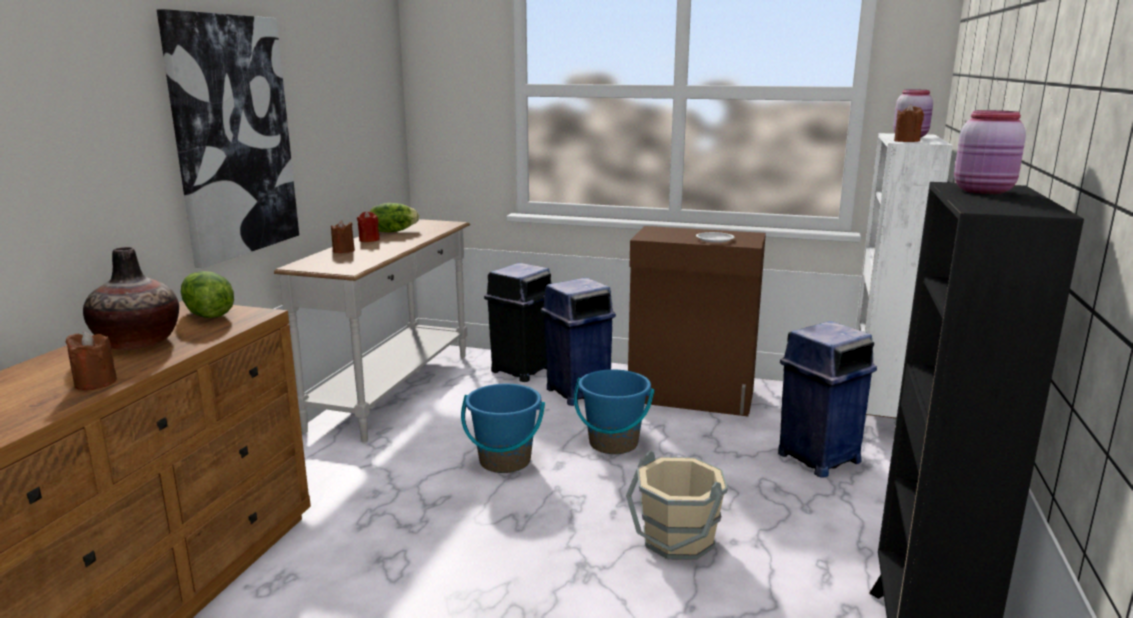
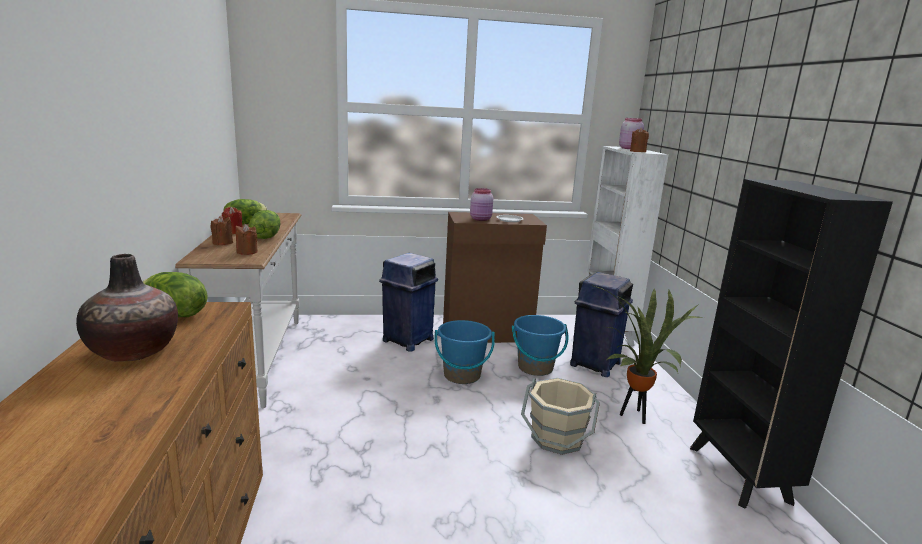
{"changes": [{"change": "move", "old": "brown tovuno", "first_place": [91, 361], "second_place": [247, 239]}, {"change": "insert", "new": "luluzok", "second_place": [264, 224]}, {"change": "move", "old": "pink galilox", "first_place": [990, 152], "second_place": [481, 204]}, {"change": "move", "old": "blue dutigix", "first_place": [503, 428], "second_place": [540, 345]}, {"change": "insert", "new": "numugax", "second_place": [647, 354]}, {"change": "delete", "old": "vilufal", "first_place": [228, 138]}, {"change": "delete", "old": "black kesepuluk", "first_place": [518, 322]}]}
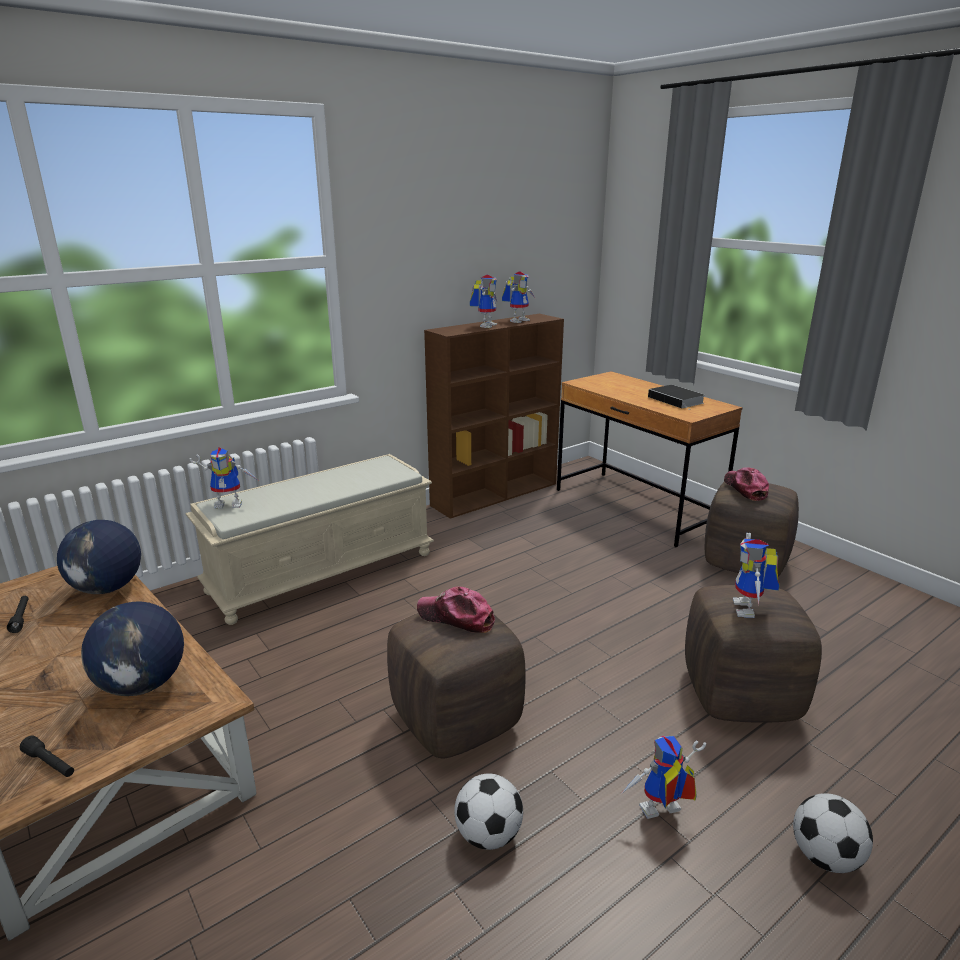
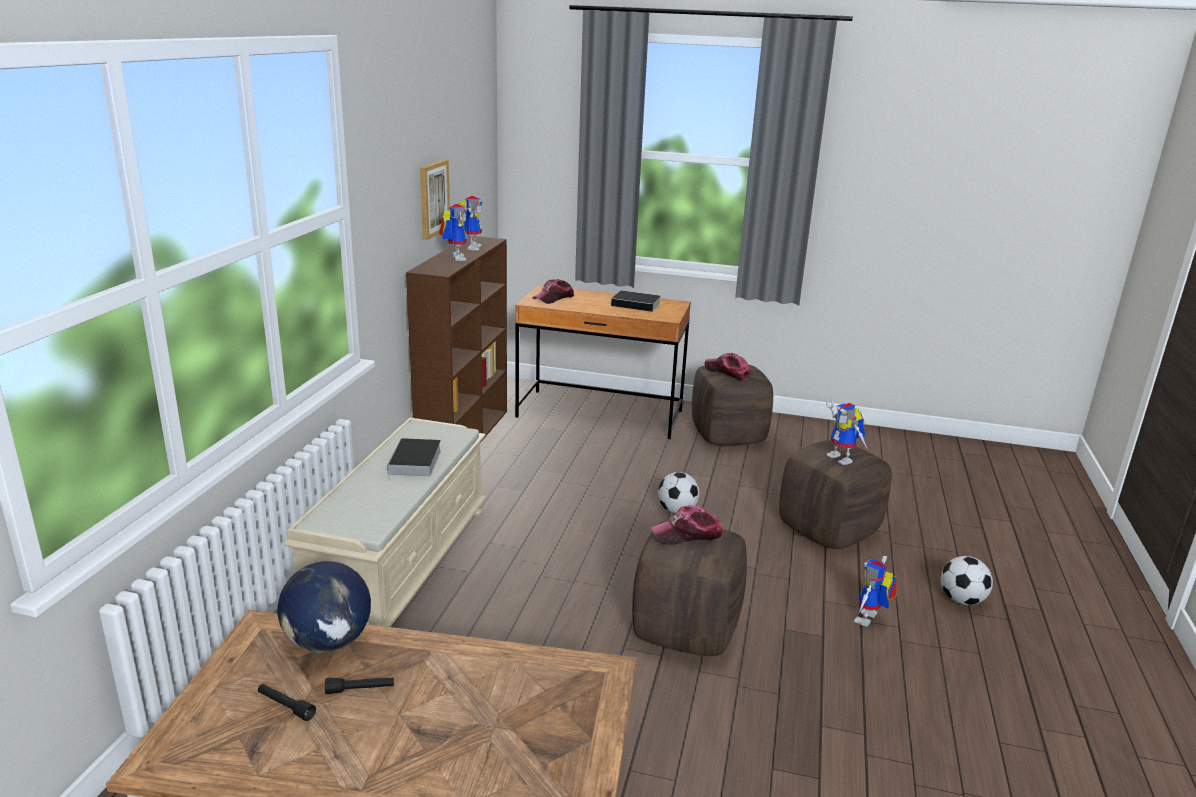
{"changes": [{"change": "move", "old": "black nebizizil", "first_place": [47, 756], "second_place": [359, 685]}, {"change": "insert", "new": "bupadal", "second_place": [414, 459]}, {"change": "insert", "new": "vilufal", "second_place": [435, 199]}, {"change": "insert", "new": "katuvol", "second_place": [553, 291]}, {"change": "move", "old": "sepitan", "first_place": [488, 812], "second_place": [678, 493]}, {"change": "delete", "old": "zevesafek", "first_place": [132, 648]}, {"change": "delete", "old": "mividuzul", "first_place": [223, 478]}]}
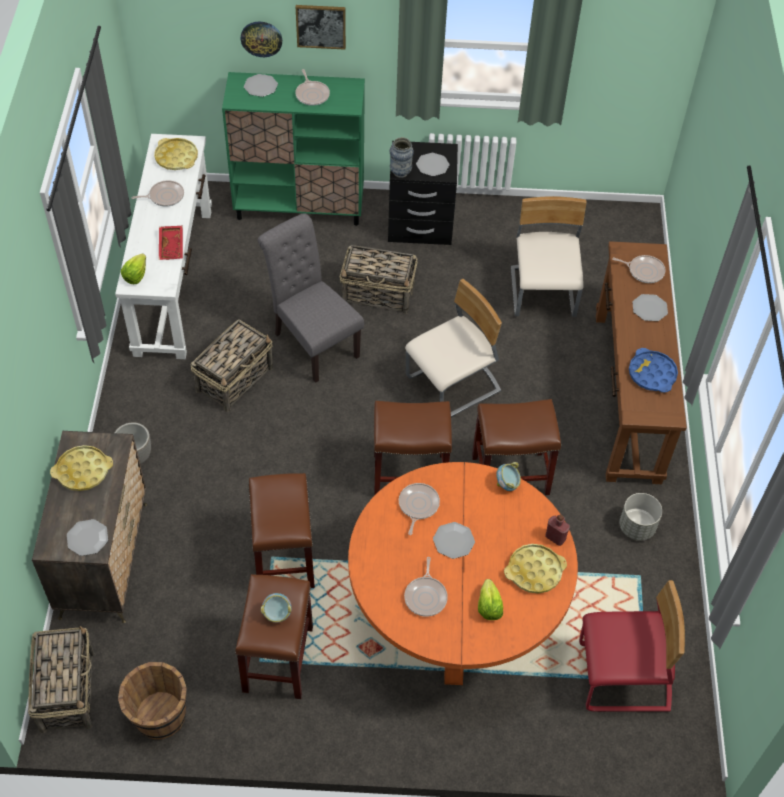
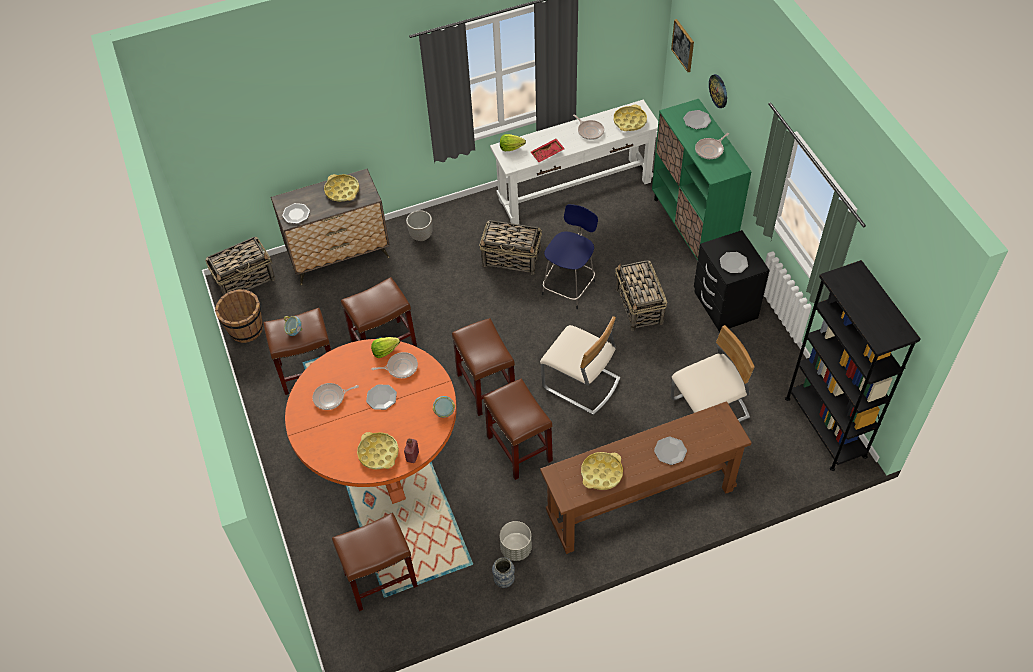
{"changes": [{"change": "replace", "old": "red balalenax", "new": "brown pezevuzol", "first_place": [632, 646], "second_place": [375, 562]}, {"change": "move", "old": "luluzok", "first_place": [490, 599], "second_place": [385, 347]}, {"change": "move", "old": "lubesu", "first_place": [402, 157], "second_place": [503, 572]}, {"change": "replace", "old": "grey balalenax", "new": "blue pezevuzol", "first_place": [311, 298], "second_place": [570, 256]}, {"change": "recolor", "old": "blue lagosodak", "new": "yellow lagosodak", "first_place": [653, 370], "second_place": [602, 471]}, {"change": "move", "old": "vilufal", "first_place": [321, 27], "second_place": [682, 45]}, {"change": "insert", "new": "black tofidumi", "second_place": [853, 365]}, {"change": "delete", "old": "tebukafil", "first_place": [639, 269]}]}
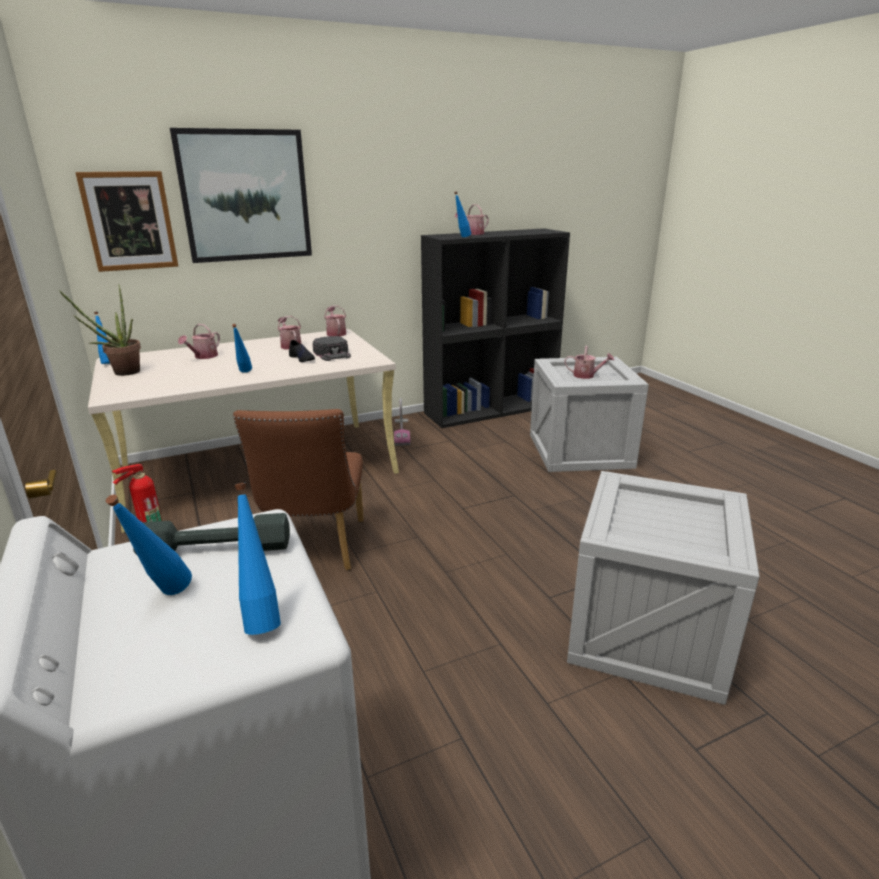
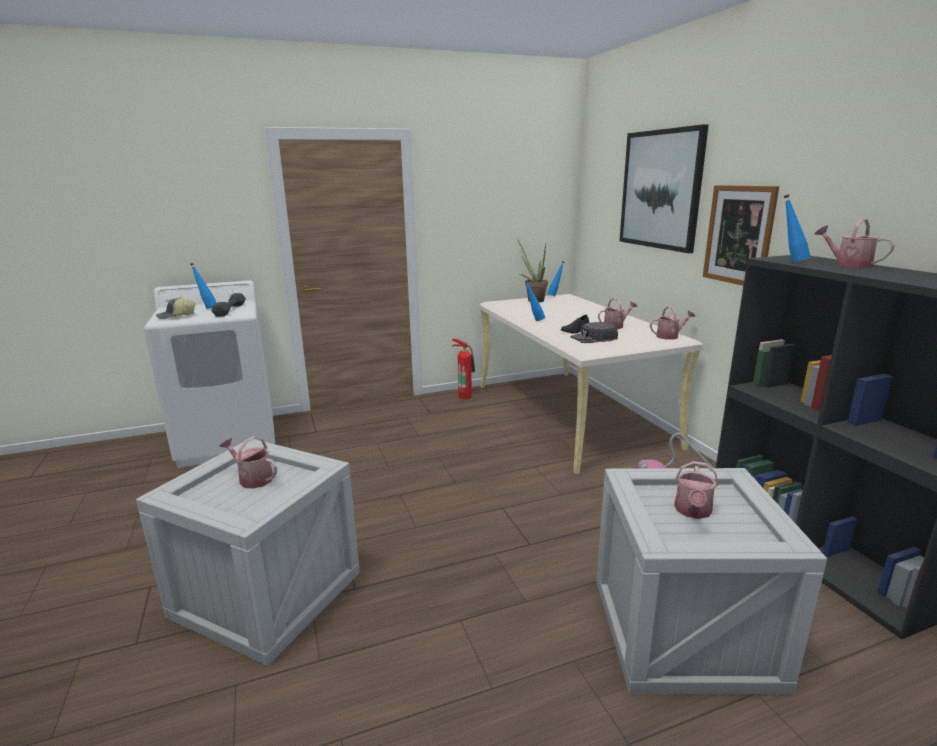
{"changes": [{"change": "replace", "old": "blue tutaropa", "new": "katuvol", "first_place": [258, 559], "second_place": [176, 308]}, {"change": "move", "old": "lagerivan", "first_place": [199, 341], "second_place": [248, 462]}, {"change": "move", "old": "vilufal", "first_place": [126, 221], "second_place": [741, 235]}, {"change": "delete", "old": "brown balalenax", "first_place": [298, 489]}]}
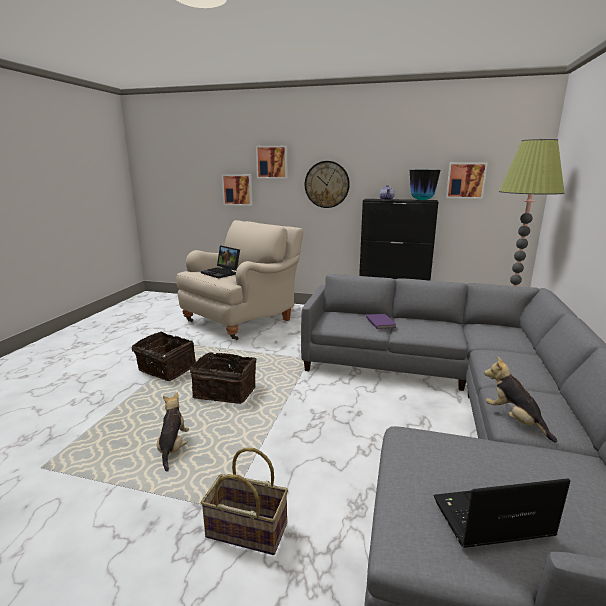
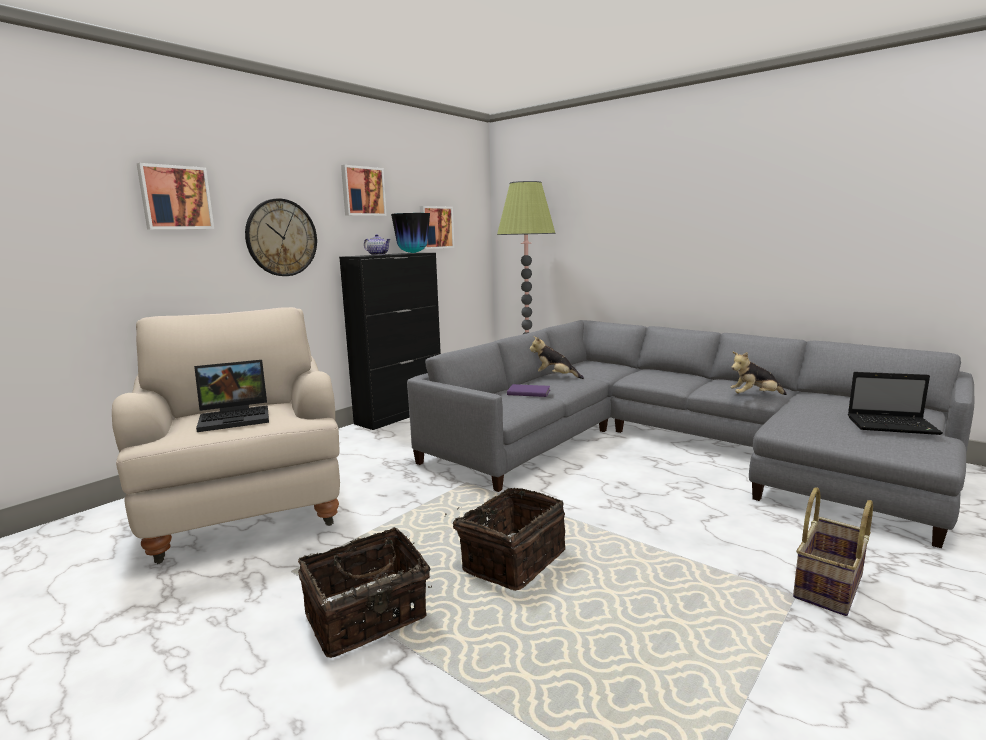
{"changes": [{"change": "move", "old": "vilufal", "first_place": [237, 190], "second_place": [364, 190]}, {"change": "move", "old": "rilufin", "first_place": [173, 432], "second_place": [557, 357]}, {"change": "rotate", "old": "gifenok", "first_place": [502, 513], "second_place": [895, 403], "degrees": -90}]}
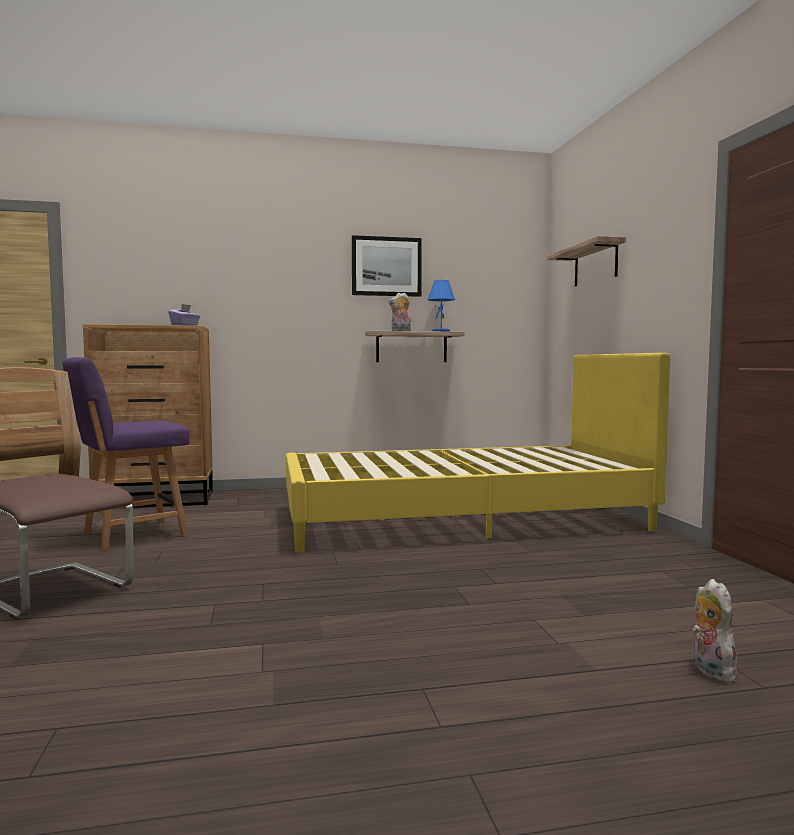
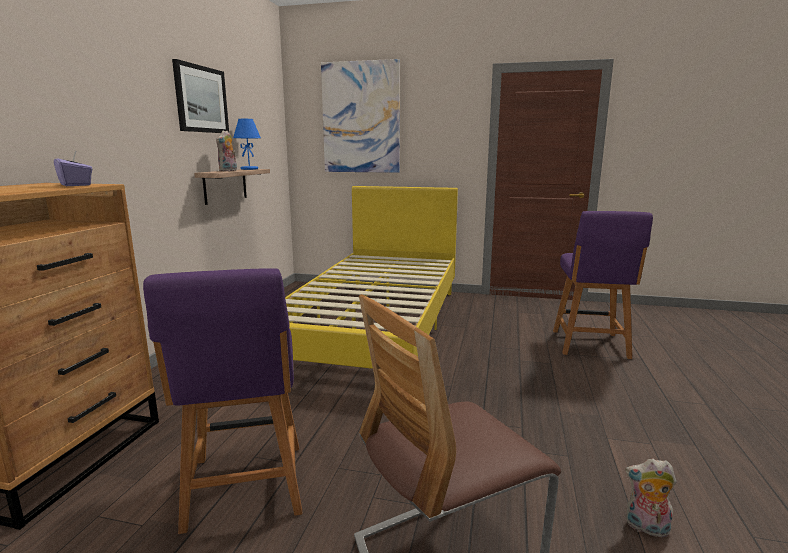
{"changes": [{"change": "replace", "old": "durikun", "new": "vilufal", "first_place": [586, 261], "second_place": [360, 116]}, {"change": "insert", "new": "purple balalenax", "second_place": [603, 285]}, {"change": "move", "old": "rilufin", "first_place": [715, 631], "second_place": [651, 498]}]}
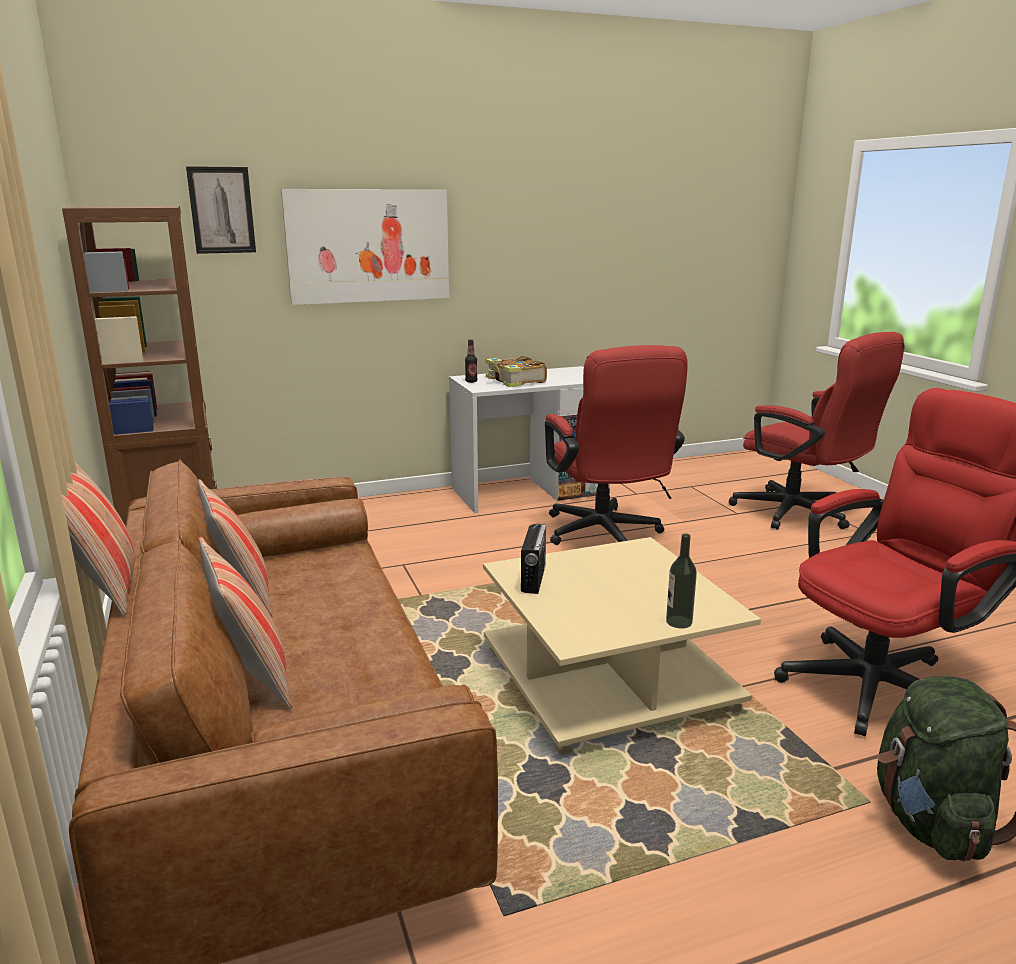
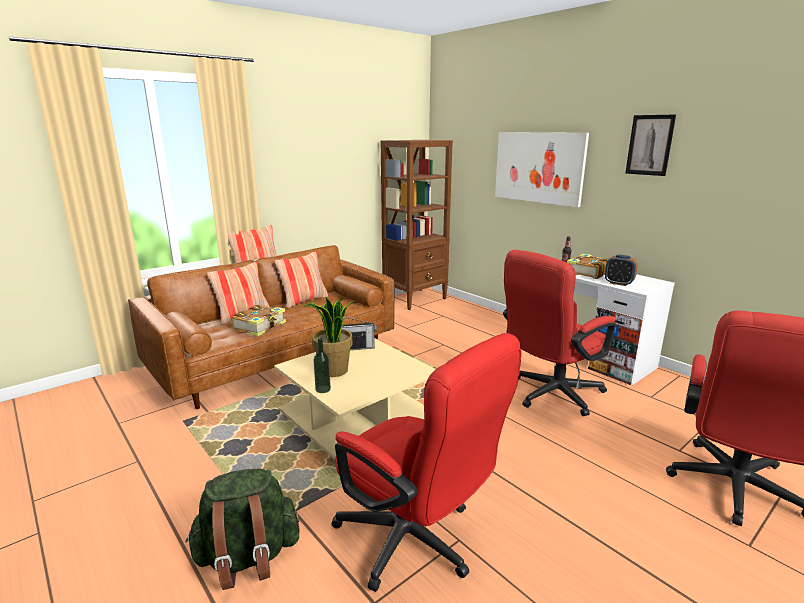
{"changes": [{"change": "insert", "new": "bupadal", "second_place": [258, 320]}, {"change": "insert", "new": "numugax", "second_place": [330, 337]}, {"change": "insert", "new": "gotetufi", "second_place": [621, 270]}, {"change": "move", "old": "vilufal", "first_place": [221, 210], "second_place": [650, 145]}]}
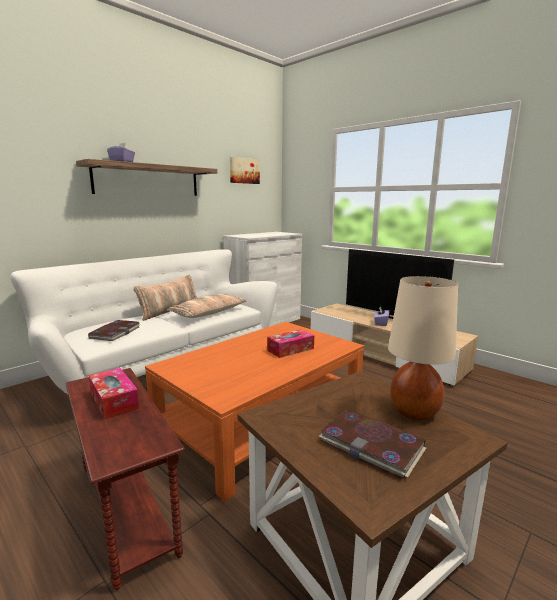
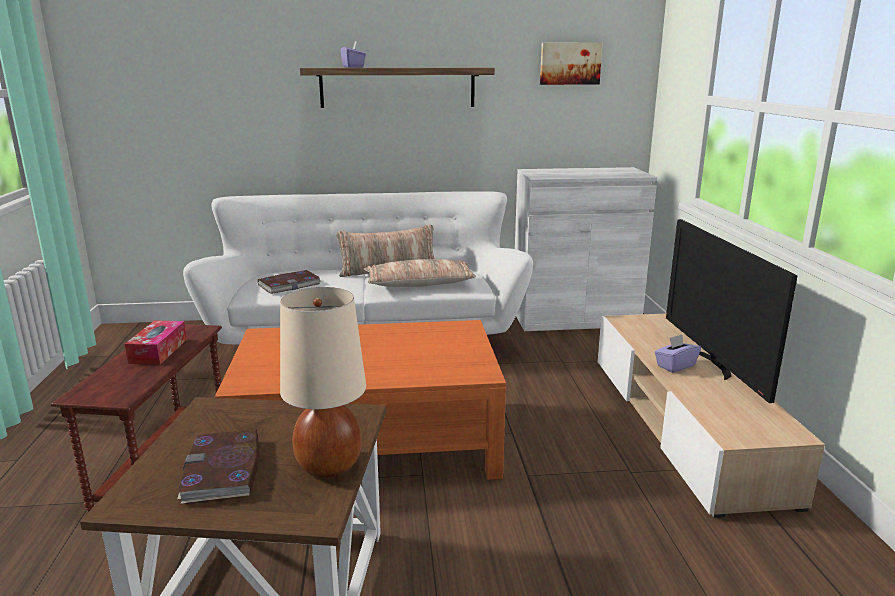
{"changes": [{"change": "delete", "old": "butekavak", "first_place": [290, 343]}]}
